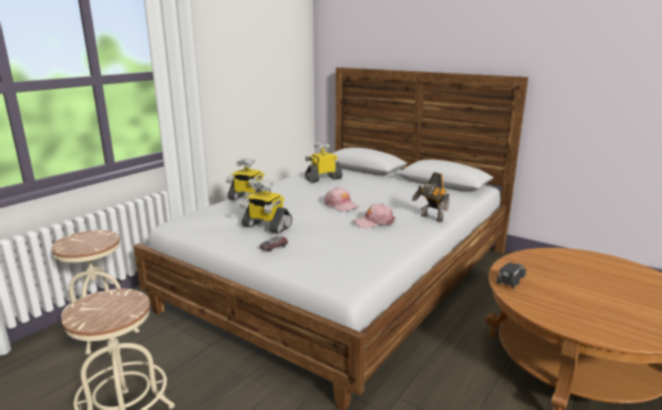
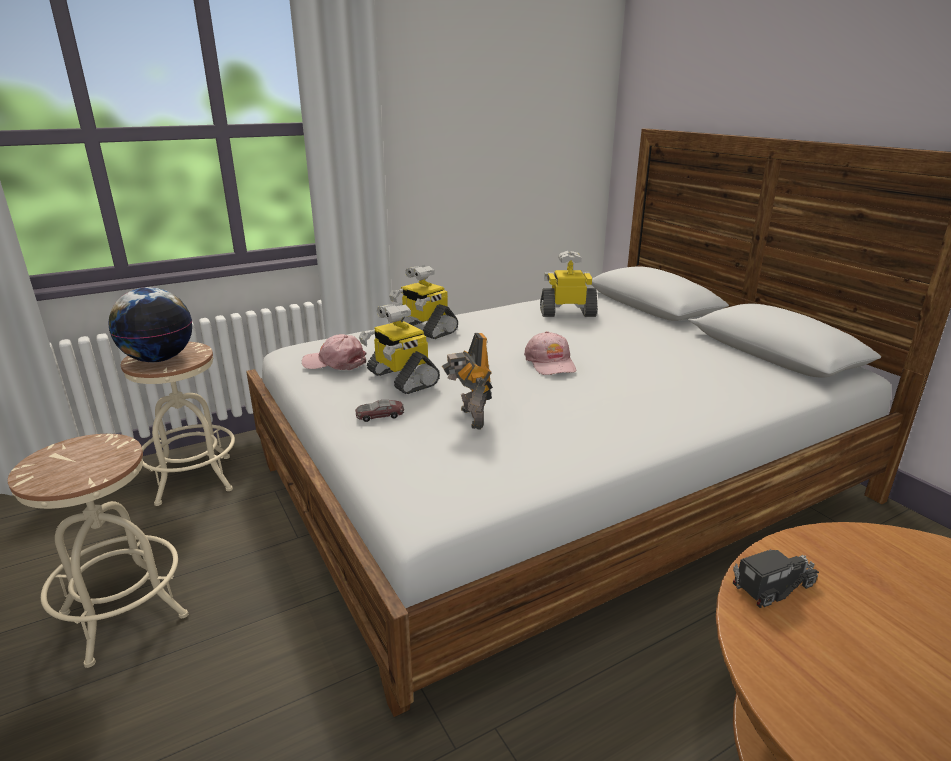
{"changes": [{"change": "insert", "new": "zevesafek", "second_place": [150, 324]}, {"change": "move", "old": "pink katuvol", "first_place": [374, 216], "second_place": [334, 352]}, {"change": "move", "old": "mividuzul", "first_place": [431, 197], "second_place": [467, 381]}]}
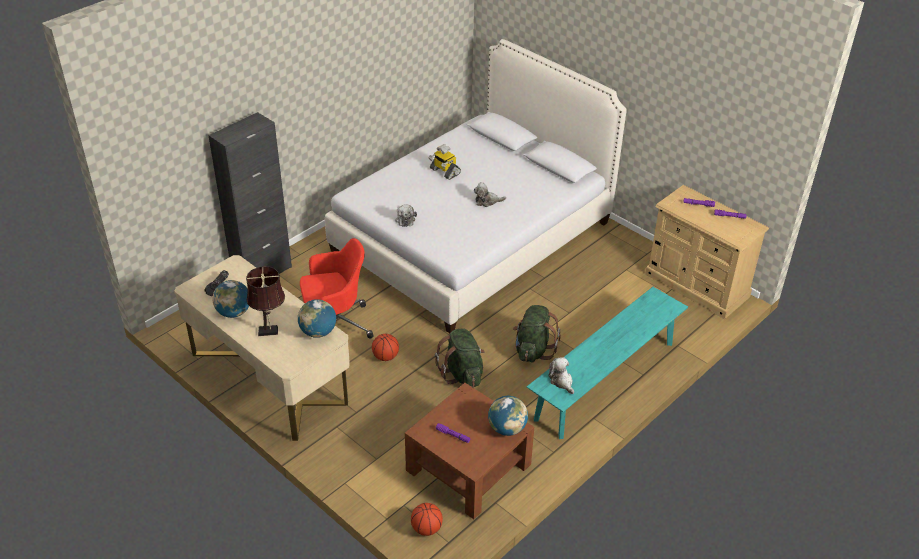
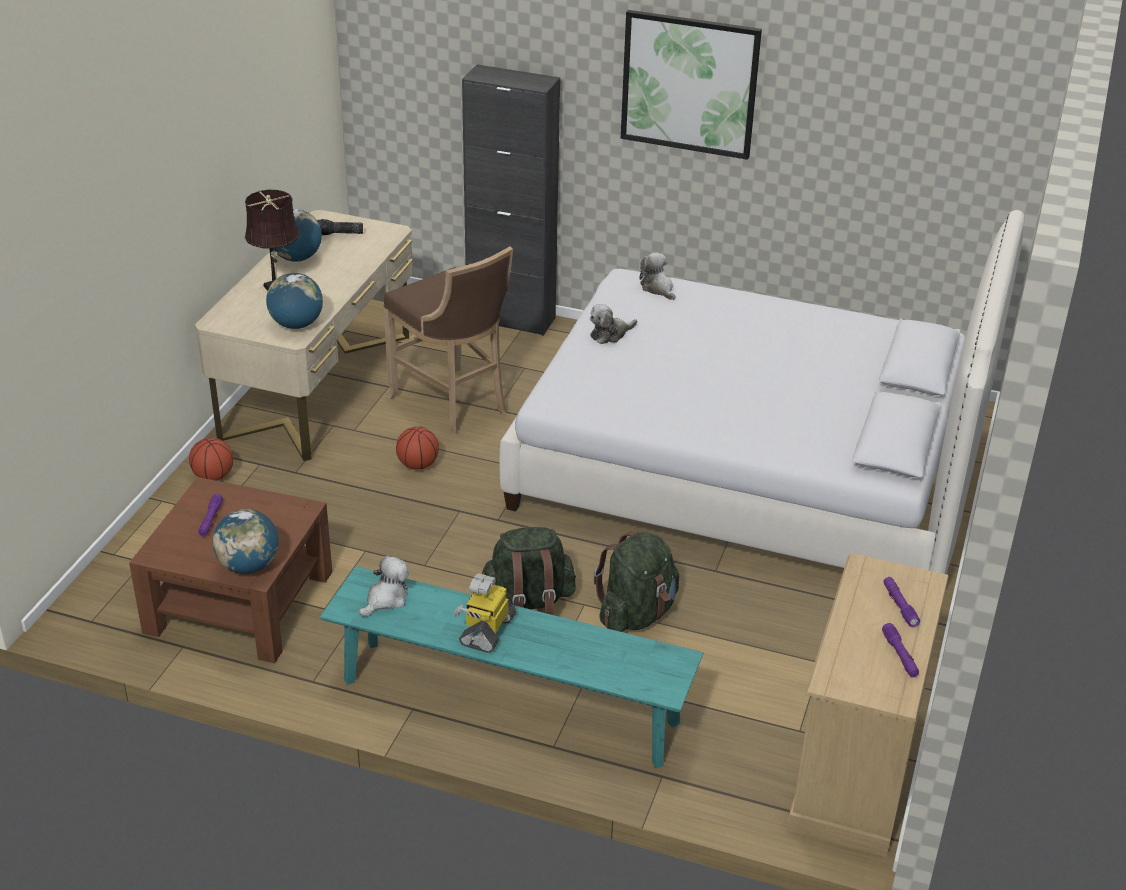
{"changes": [{"change": "move", "old": "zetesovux", "first_place": [427, 519], "second_place": [211, 459]}, {"change": "replace", "old": "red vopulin", "new": "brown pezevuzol", "first_place": [337, 288], "second_place": [448, 341]}, {"change": "move", "old": "mividuzul", "first_place": [445, 162], "second_place": [485, 613]}, {"change": "move", "old": "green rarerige", "first_place": [460, 358], "second_place": [636, 581]}, {"change": "insert", "new": "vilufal", "second_place": [691, 85]}, {"change": "move", "old": "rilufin", "first_place": [490, 194], "second_place": [657, 276]}]}
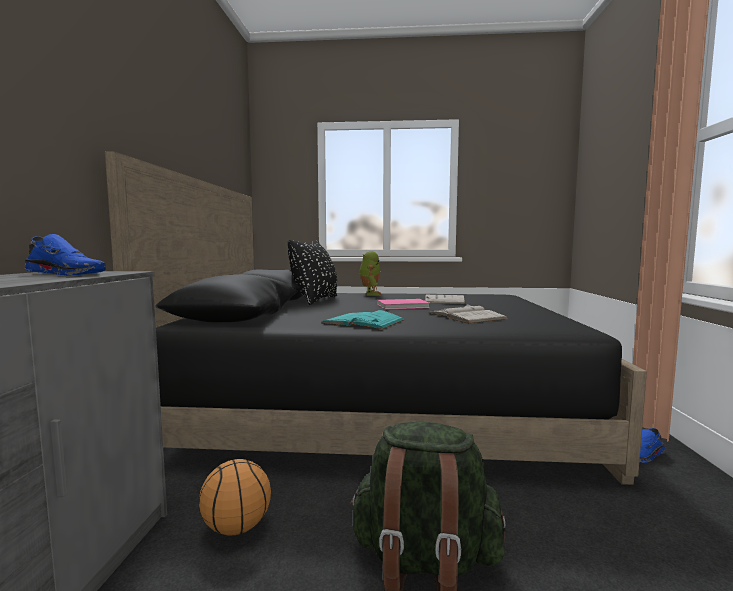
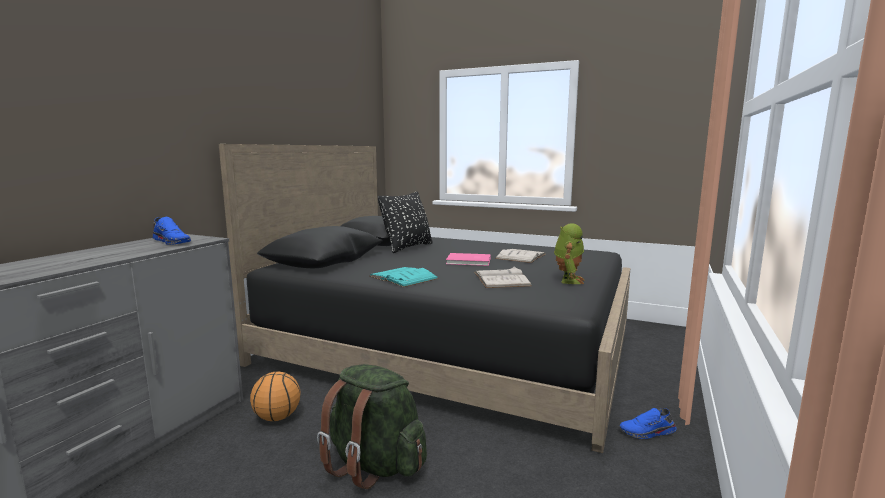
{"changes": [{"change": "move", "old": "mividuzul", "first_place": [370, 273], "second_place": [569, 253]}]}
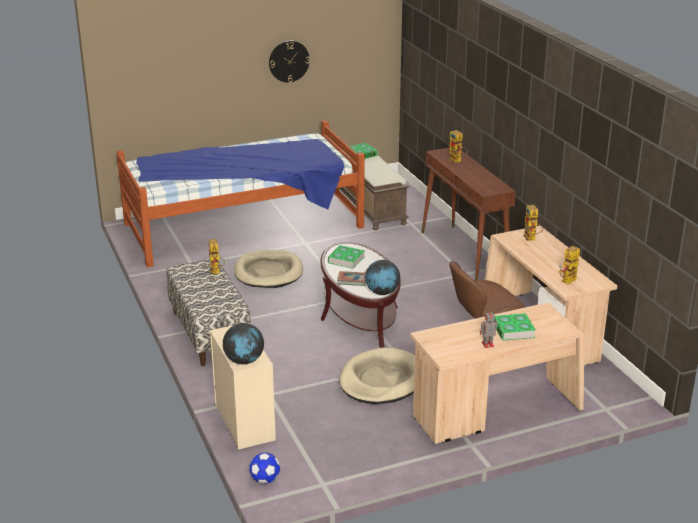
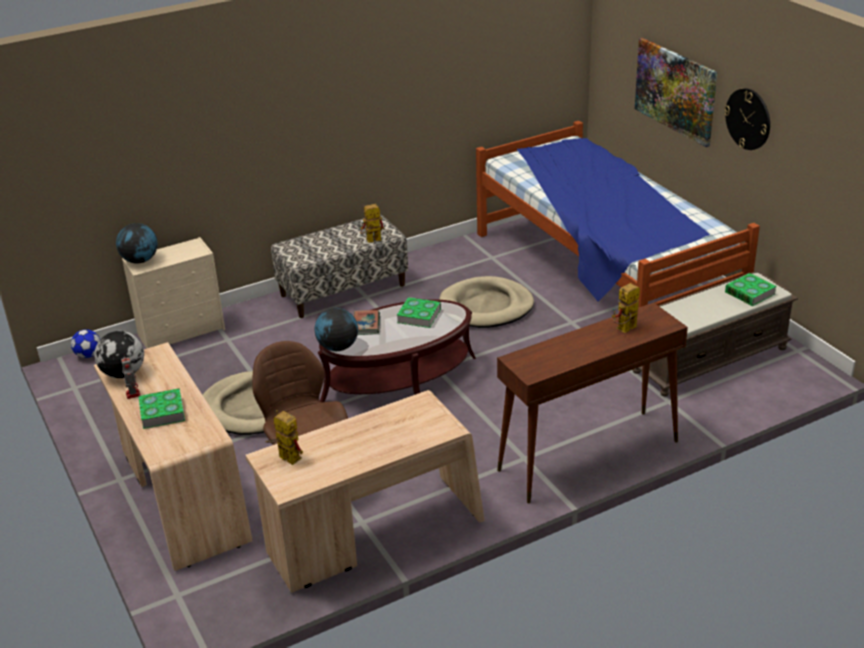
{"changes": [{"change": "insert", "new": "zevesafek", "second_place": [119, 354]}, {"change": "insert", "new": "vilufal", "second_place": [676, 92]}, {"change": "delete", "old": "mividuzul", "first_place": [533, 223]}]}
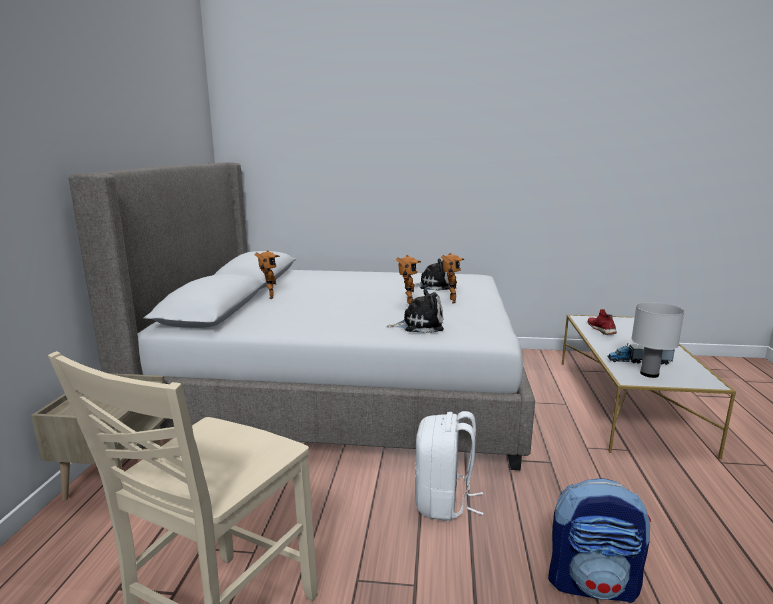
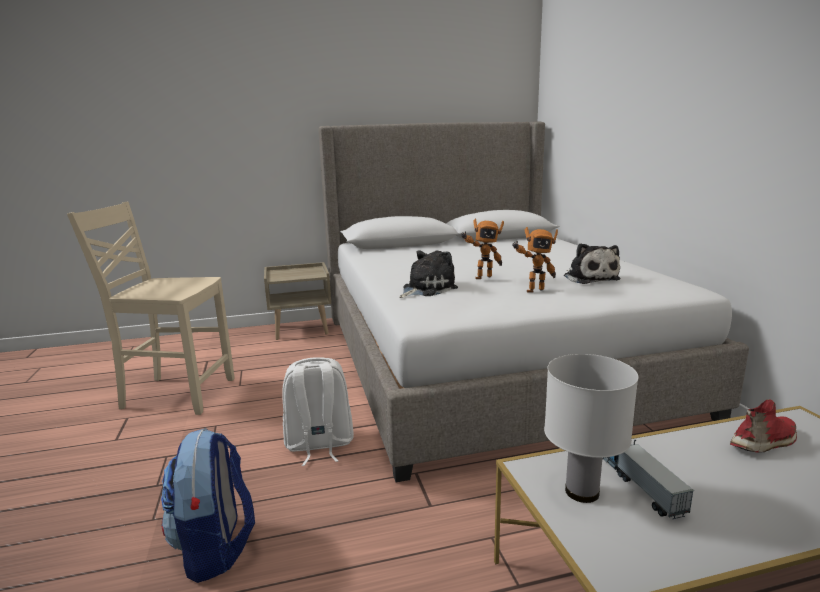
{"changes": [{"change": "rotate", "old": "rilufin", "first_place": [415, 311], "second_place": [428, 274], "degrees": -105}, {"change": "delete", "old": "mividuzul", "first_place": [267, 274]}]}
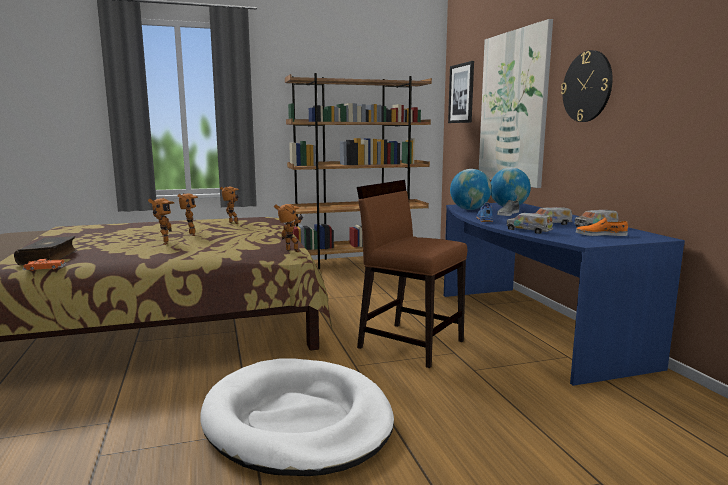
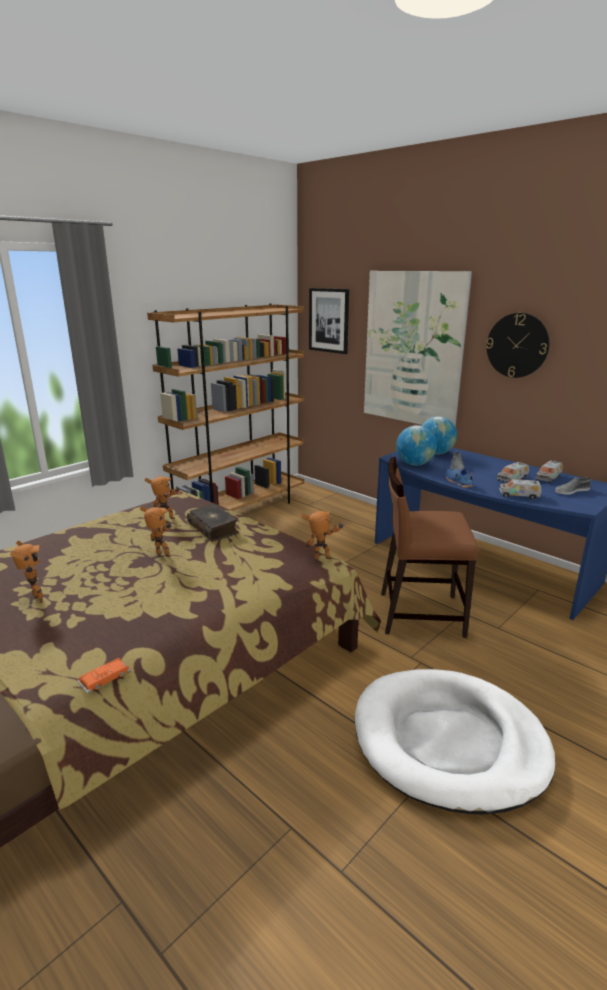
{"changes": [{"change": "move", "old": "mividuzul", "first_place": [161, 221], "second_place": [26, 572]}, {"change": "move", "old": "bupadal", "first_place": [45, 250], "second_place": [213, 523]}, {"change": "recolor", "old": "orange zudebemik", "new": "grey zudebemik", "first_place": [602, 227], "second_place": [573, 486]}]}
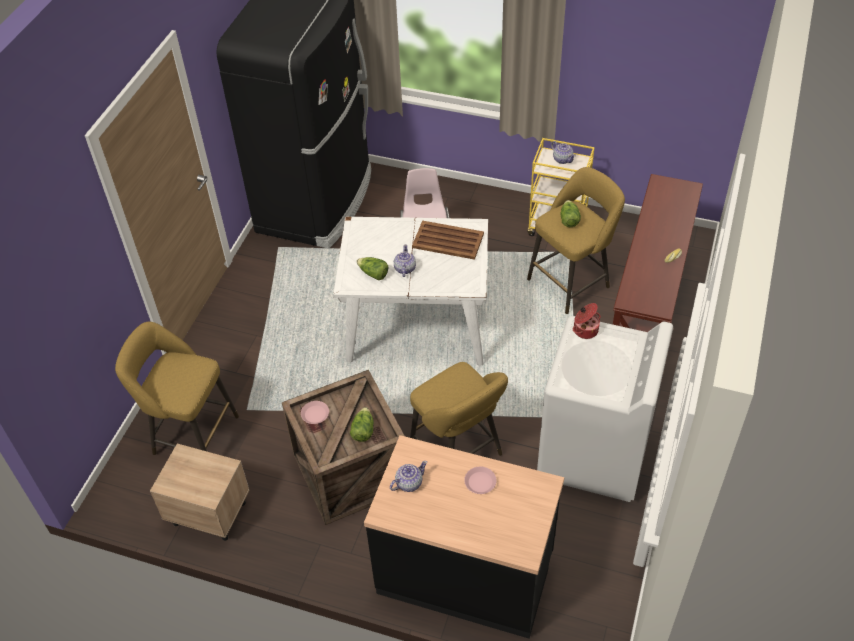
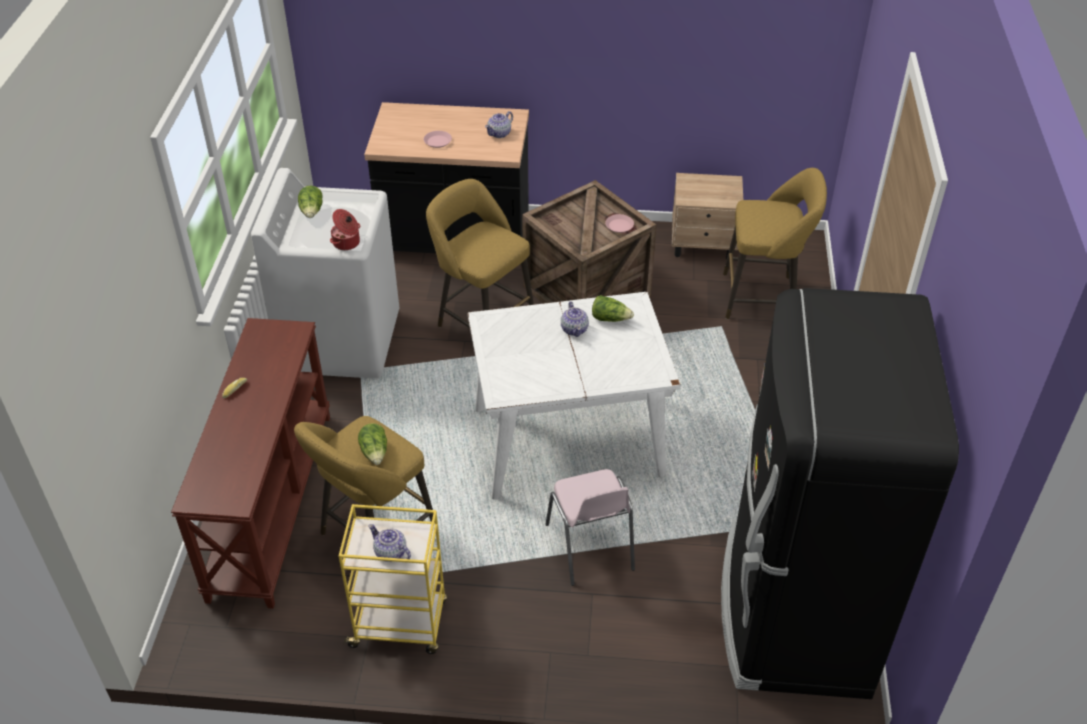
{"changes": [{"change": "move", "old": "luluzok", "first_place": [362, 424], "second_place": [310, 202]}, {"change": "delete", "old": "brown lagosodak", "first_place": [448, 240]}]}
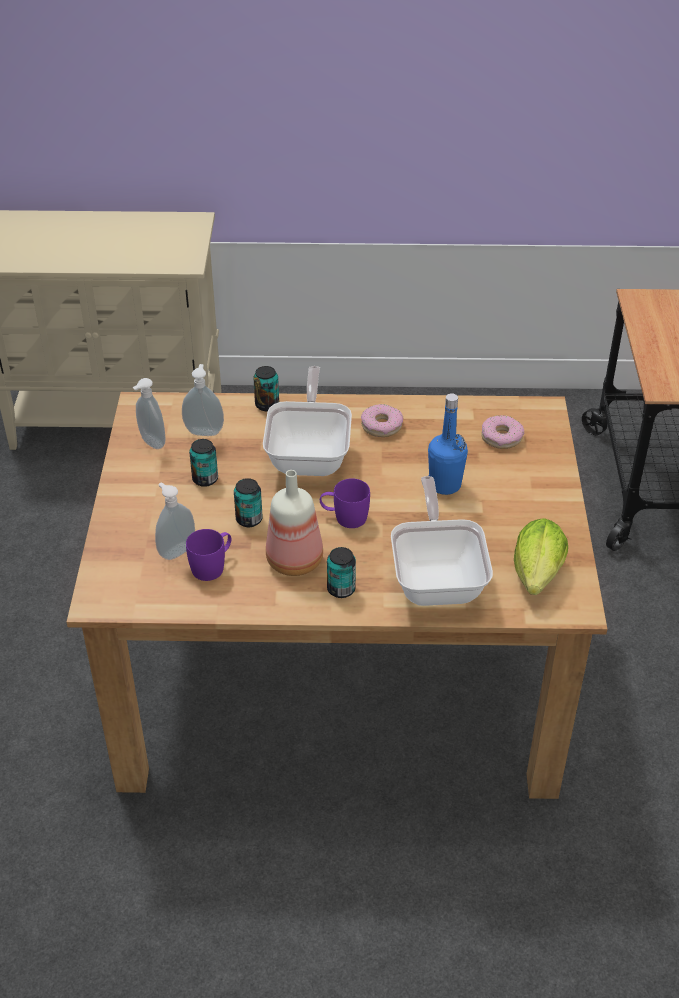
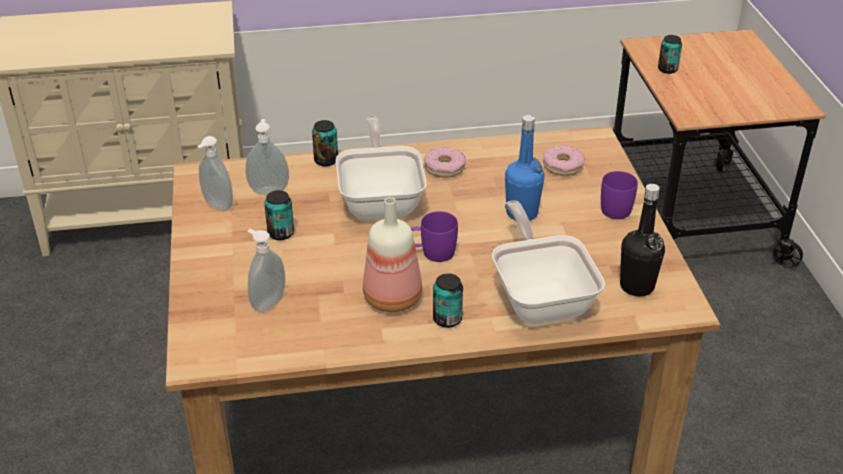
{"changes": [{"change": "move", "old": "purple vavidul", "first_place": [208, 555], "second_place": [619, 195]}, {"change": "replace", "old": "luluzok", "new": "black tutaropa", "first_place": [541, 556], "second_place": [642, 240]}, {"change": "move", "old": "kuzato", "first_place": [248, 502], "second_place": [670, 54]}]}
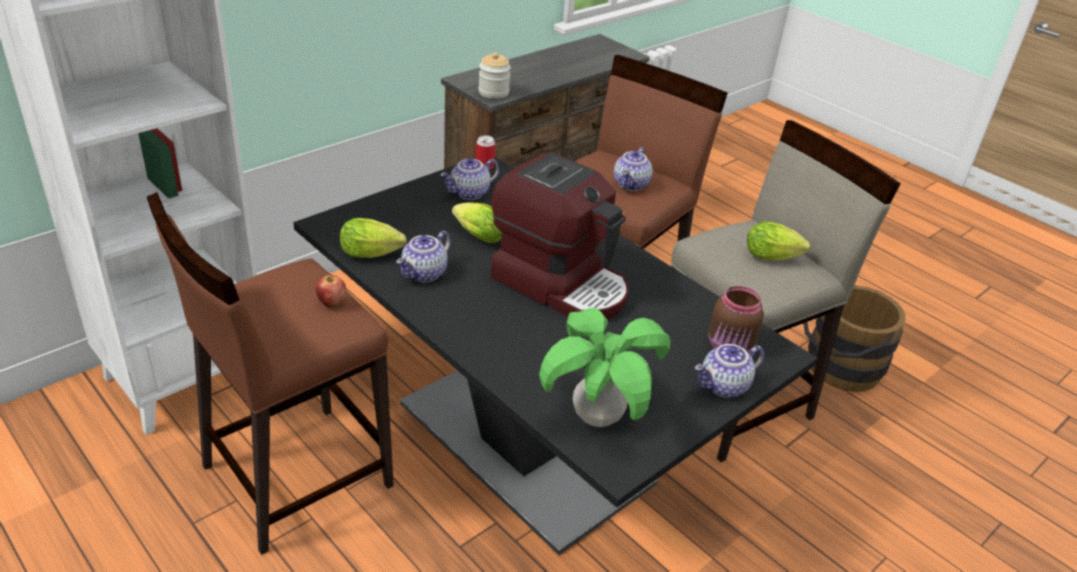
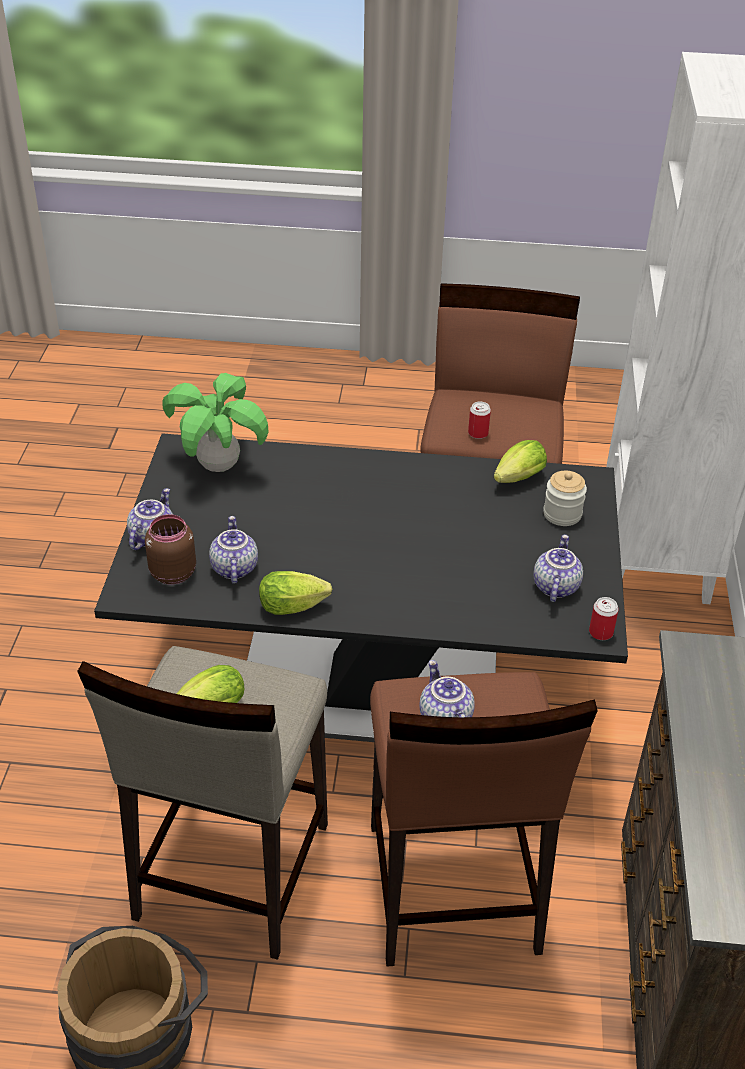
{"changes": [{"change": "move", "old": "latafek", "first_place": [423, 256], "second_place": [233, 550]}, {"change": "move", "old": "luluzok", "first_place": [477, 222], "second_place": [295, 593]}, {"change": "replace", "old": "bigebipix", "new": "kuzato", "first_place": [331, 291], "second_place": [479, 420]}, {"change": "move", "old": "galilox", "first_place": [494, 75], "second_place": [565, 498]}, {"change": "delete", "old": "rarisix", "first_place": [560, 236]}]}
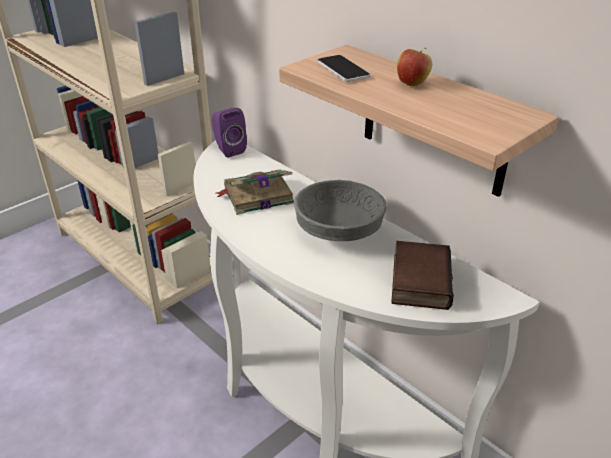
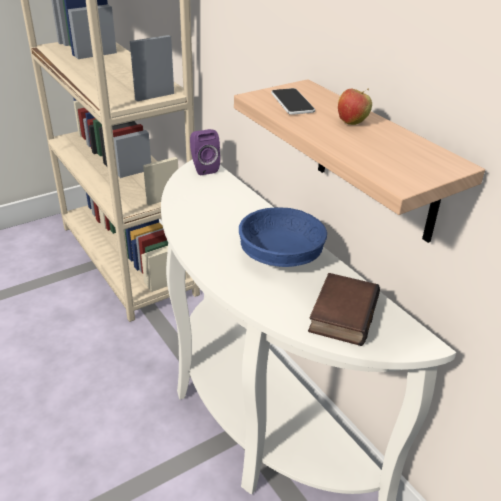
{"changes": [{"change": "recolor", "old": "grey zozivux", "new": "blue zozivux", "first_place": [340, 210], "second_place": [283, 237]}, {"change": "delete", "old": "bupadal", "first_place": [255, 192]}]}
